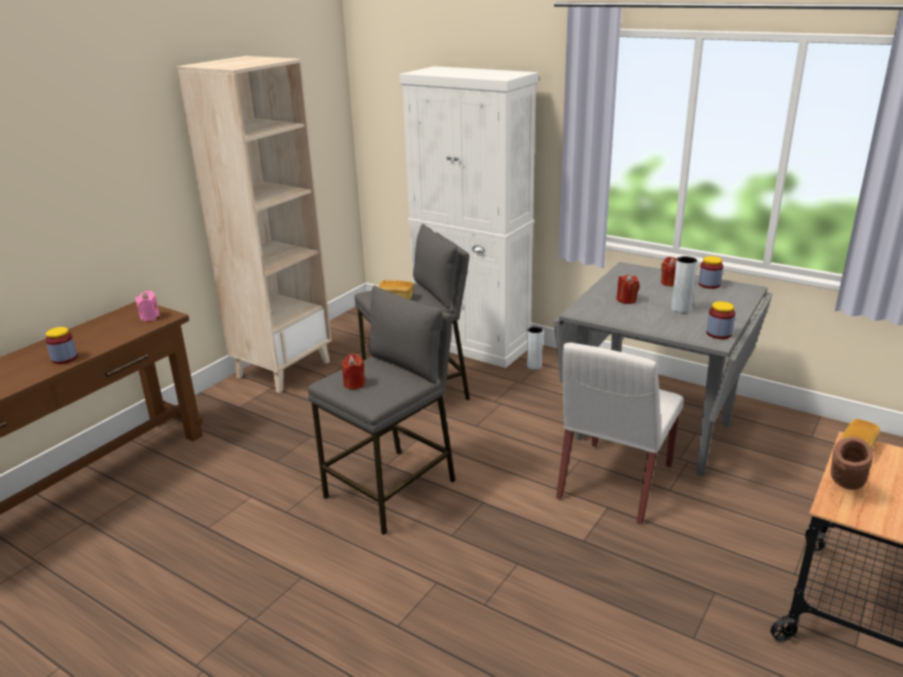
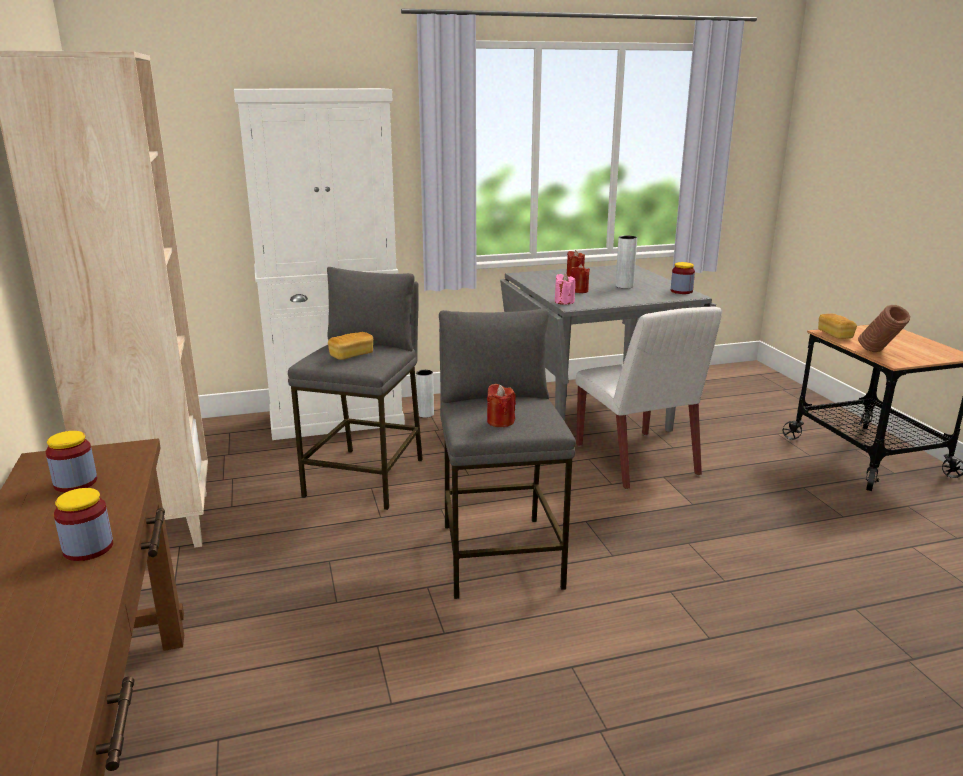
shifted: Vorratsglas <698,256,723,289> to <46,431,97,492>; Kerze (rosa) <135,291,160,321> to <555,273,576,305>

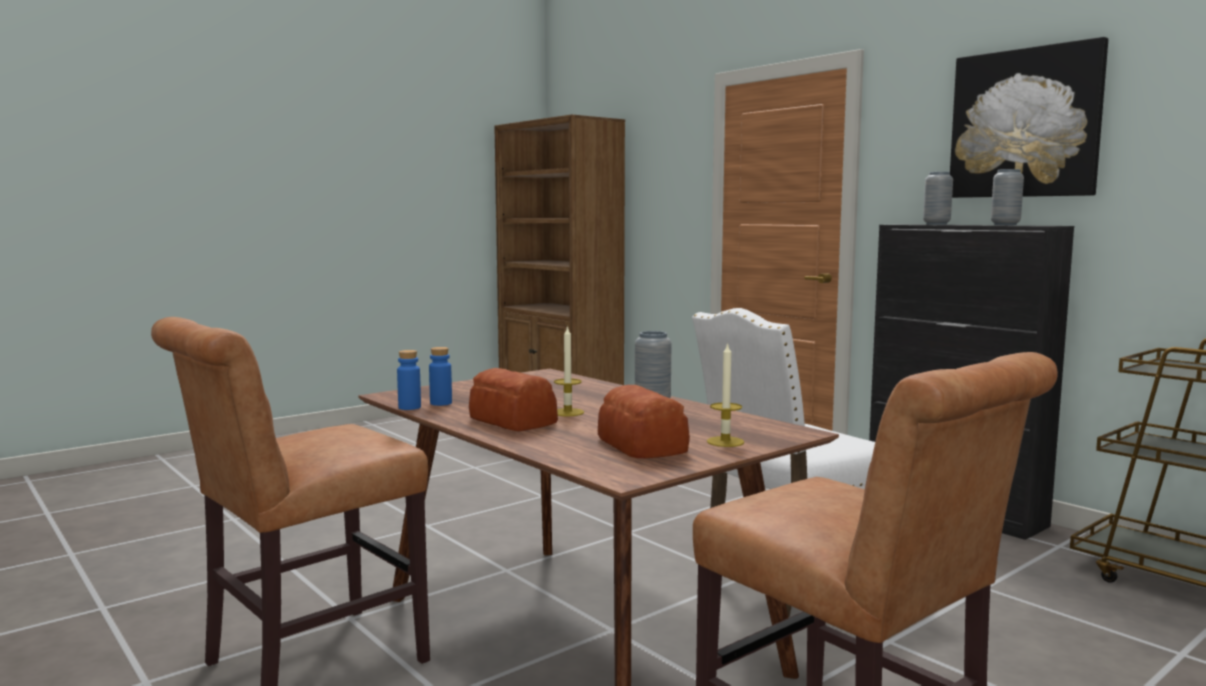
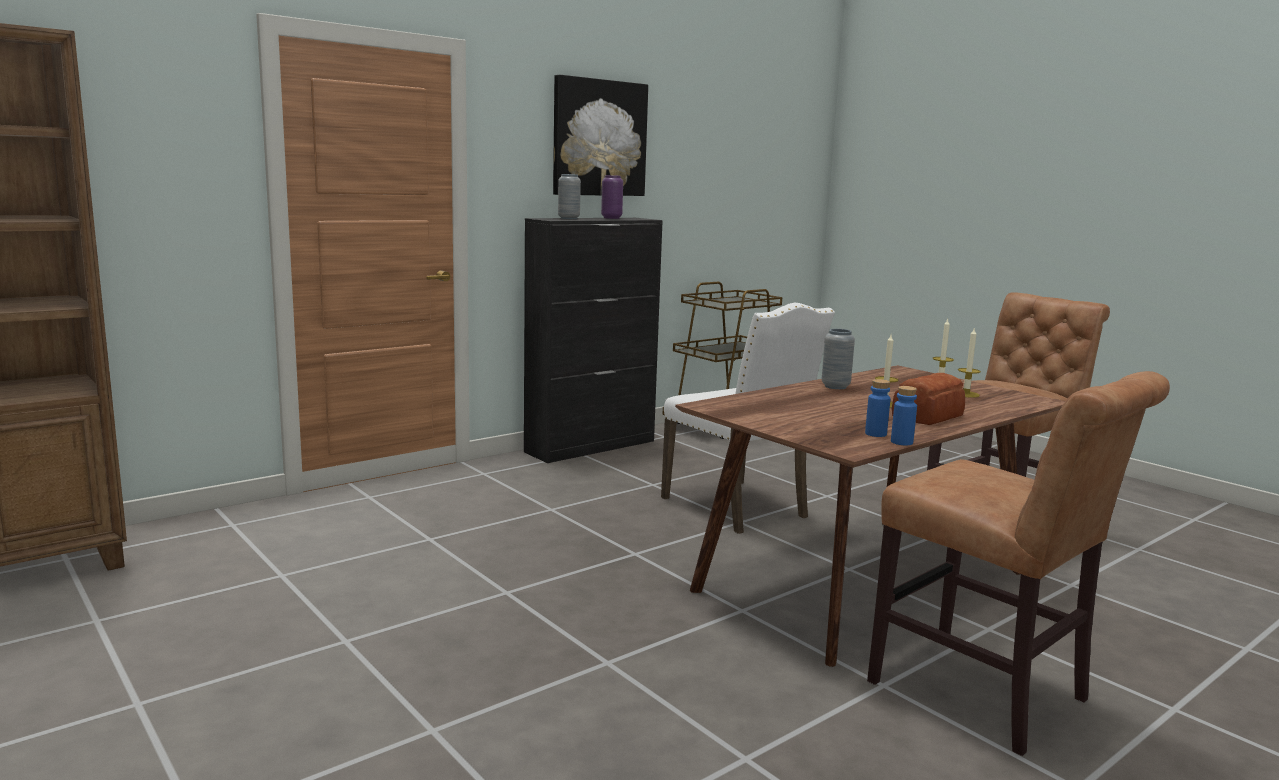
swapped: Brot <598,385,690,458> to Kerze <958,329,981,398>
repainted: Vase (grau) <991,169,1024,225> to Vase (lila) <601,175,623,219>

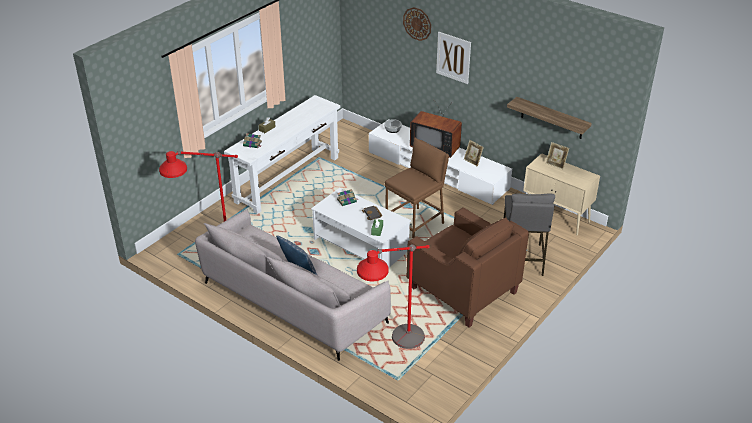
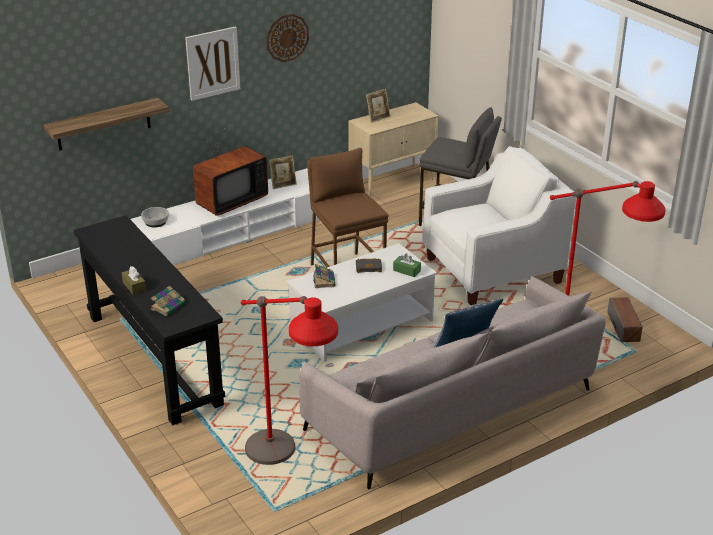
new: Lautsprecher <607,297,643,342>
shifted: Wandregal <507,97,592,139> to <44,98,169,150>; Wanduhr <403,7,431,41> to <266,14,309,62>
repainted: Konsolentisch (weiß) <224,95,340,214> to Konsolentisch (schwarz) <74,215,225,425>; Sessel (braun) <406,207,529,327> to Sessel (weiß) <422,146,577,305>

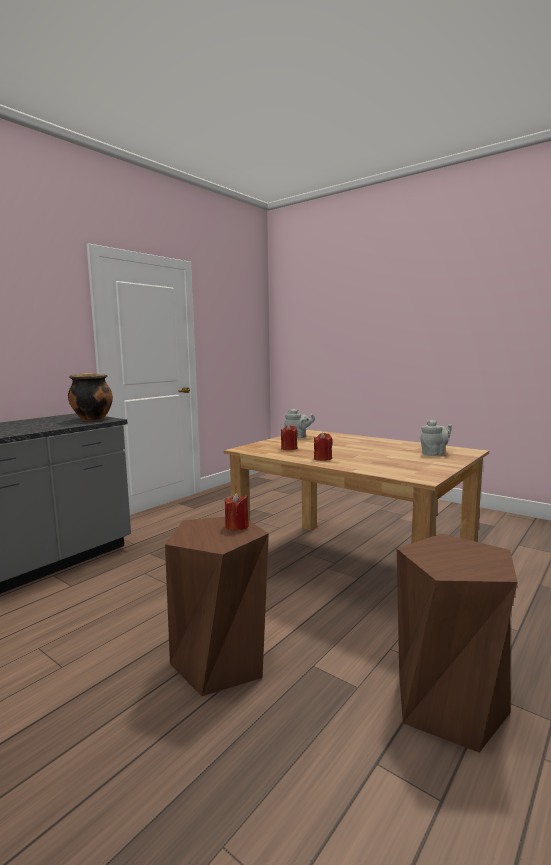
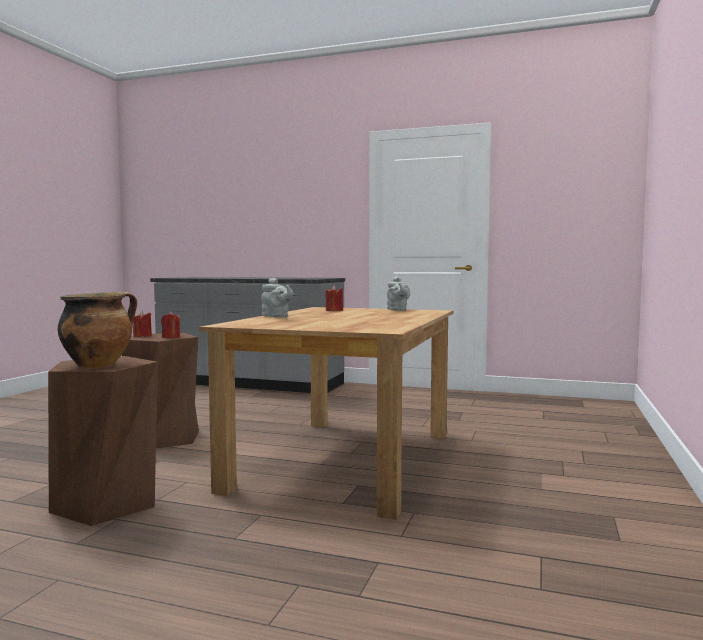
shifted: Kochtopf <68,373,113,421> to <58,291,137,368>; Kerze (rot) <314,432,333,461> to <133,311,152,337>; Teekanne (grau) <420,420,452,456> to <261,278,293,317>

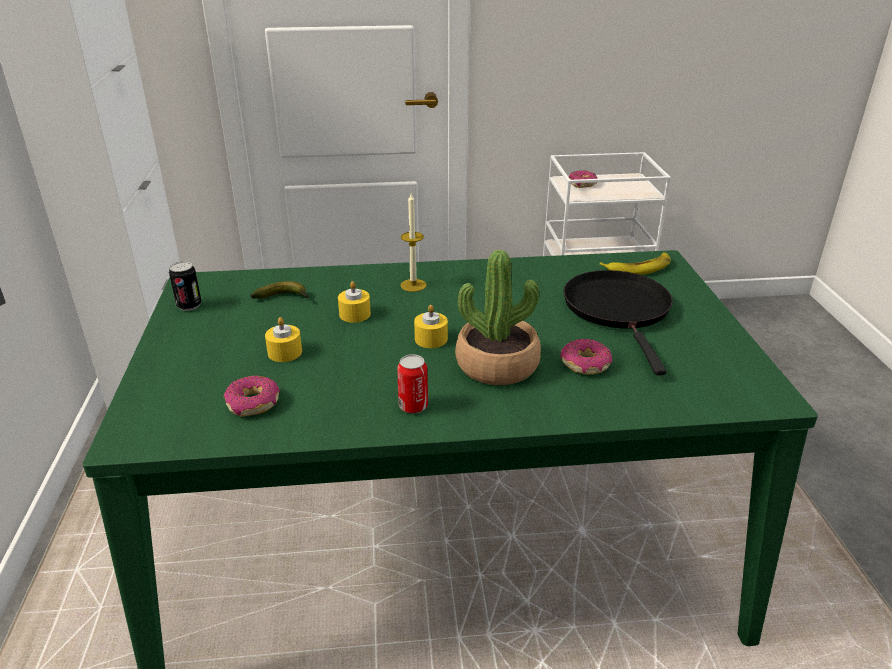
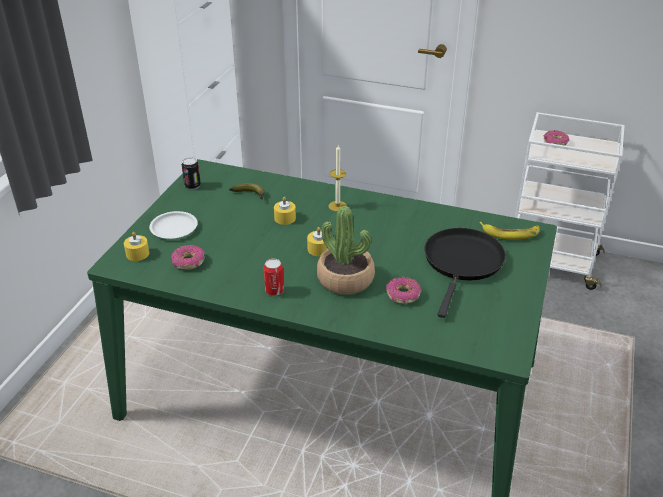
new: Teller (weiß) <149,211,198,239>
shifted: Kerze (gelb) <265,317,302,362> to <124,232,149,261>

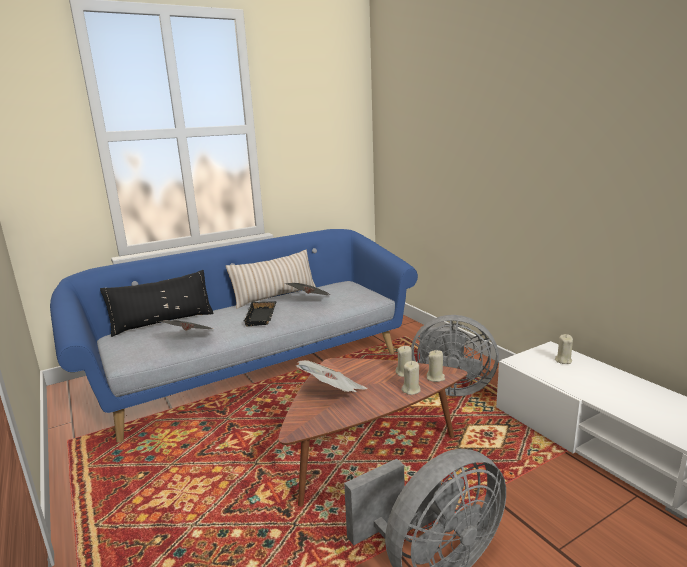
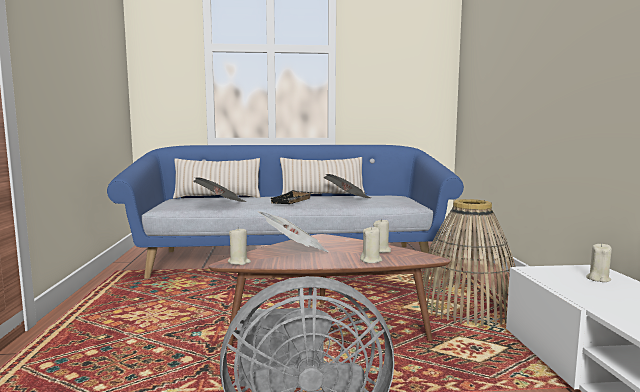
shifted: Kerze (beige) <427,350,445,382> to <228,229,251,265>
swapped: Ventilator (grau) <411,315,499,396> to Korb <417,199,516,326>
repainted: Kissen (schwarz) <100,270,214,337> to Kissen (beige) <173,158,260,199>

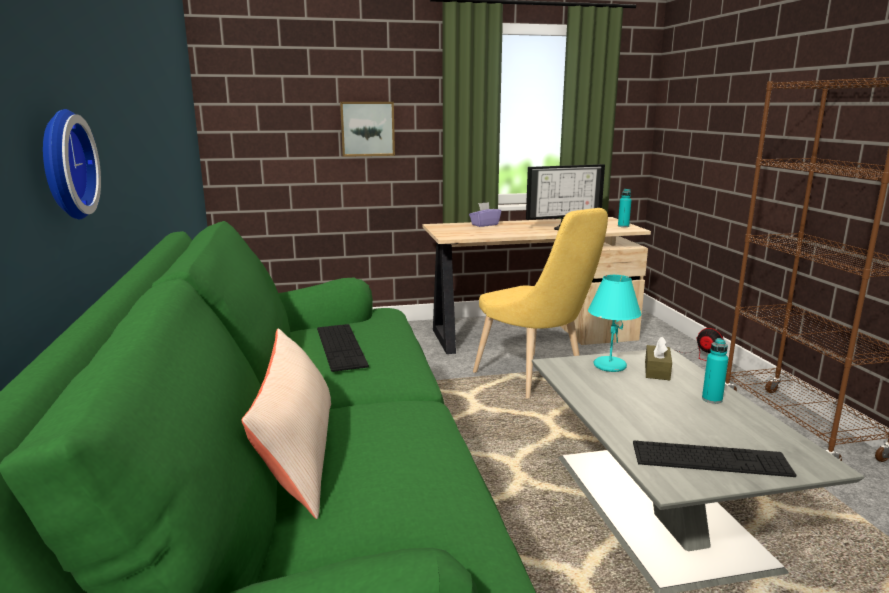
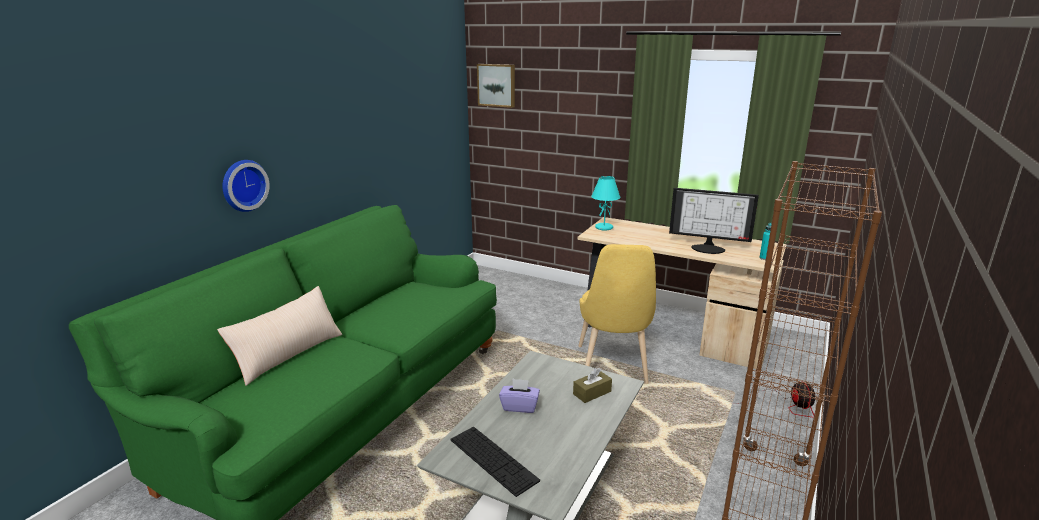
gone: Tastatur <317,324,369,372>; Flasche (türkis) <702,338,728,404>
shifted: Bild <340,102,395,157> to <477,64,515,108>; Taschentuchbox (lila) <469,202,501,227> to <499,379,540,413>; Tischlampe (türkis) <588,275,641,372> to <591,176,620,230>

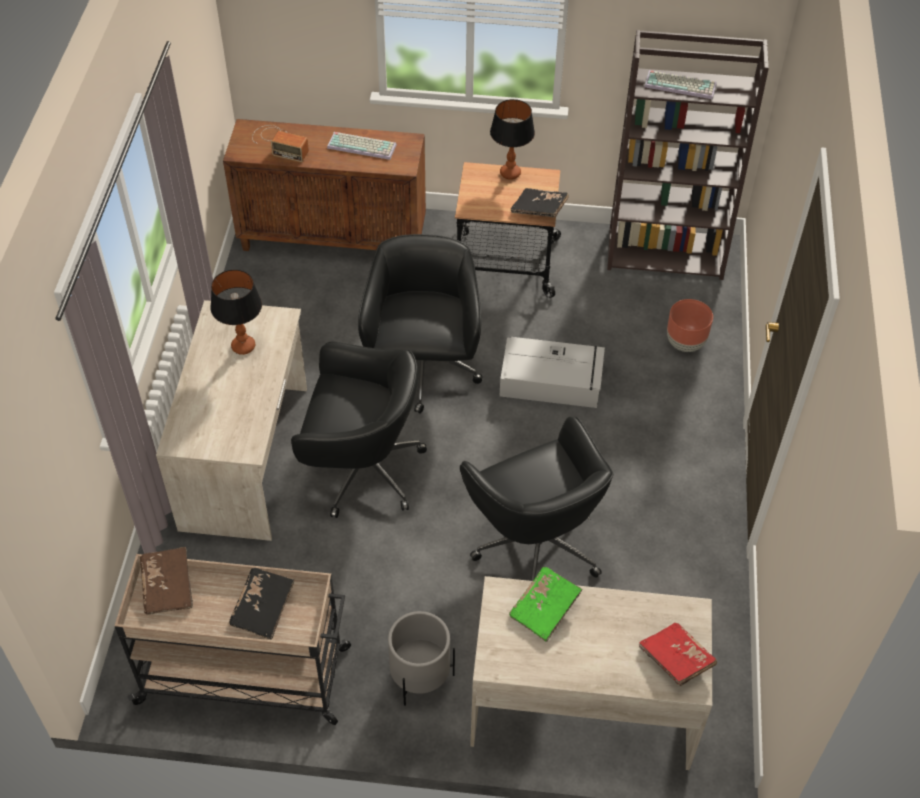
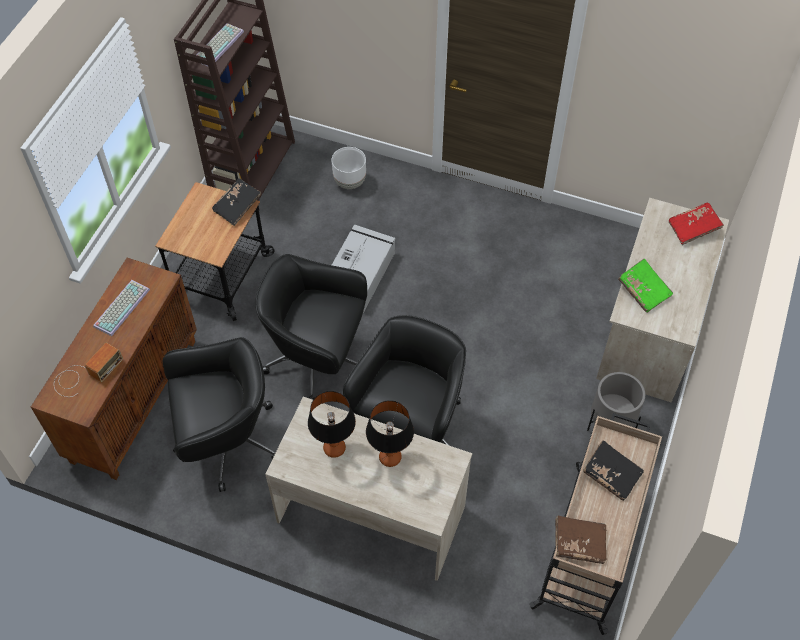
shifted: Bürostuhl (schwarz) <460,417,613,581> to <163,337,275,492>; Tischlampe <490,99,535,180> to <366,400,414,467>
repainted: Pflanzkübel (braun) <667,299,713,352> to Pflanzkübel (weiß) <332,147,366,189>

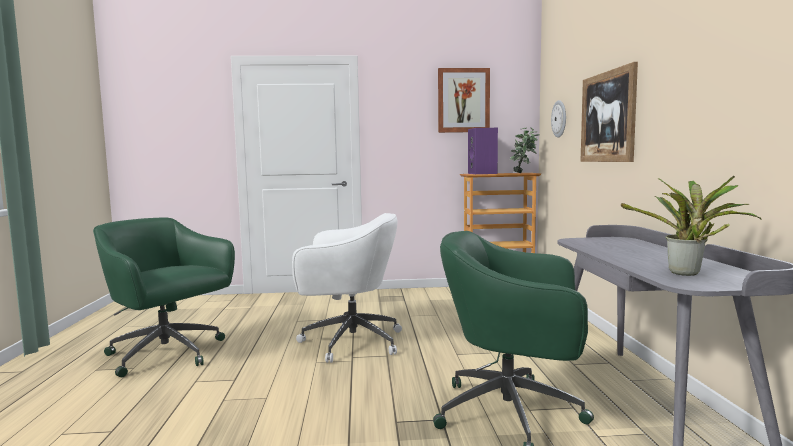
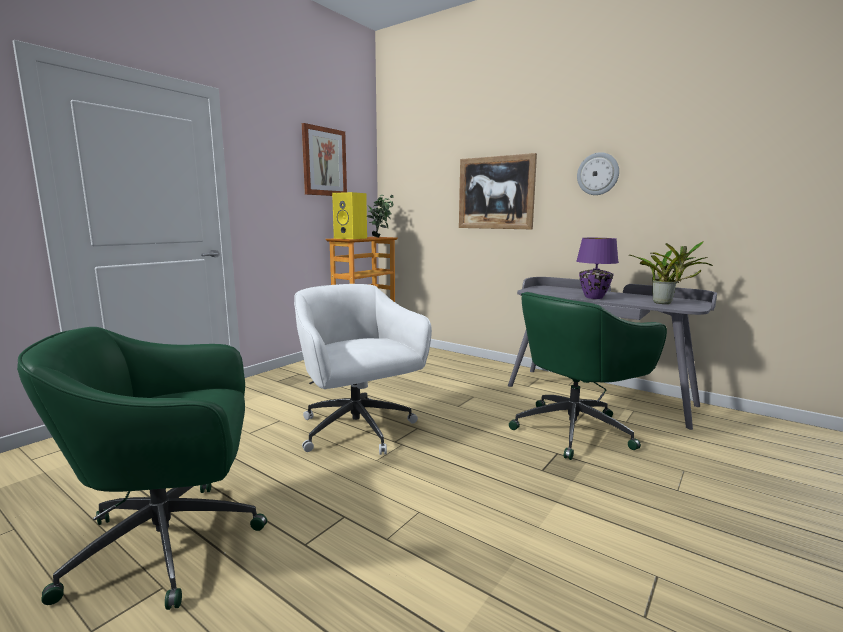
new: Tischlampe (lila) <576,238,619,299>
shifted: Wanduhr <551,100,566,137> to <577,152,619,195>
repainted: Lautsprecher (lila) <468,128,498,174> to Lautsprecher (gelb) <332,192,367,239>
rotated: Bürostuhl (weiß) <292,213,402,363> = <294,284,432,455> 75 degrees counterclockwise

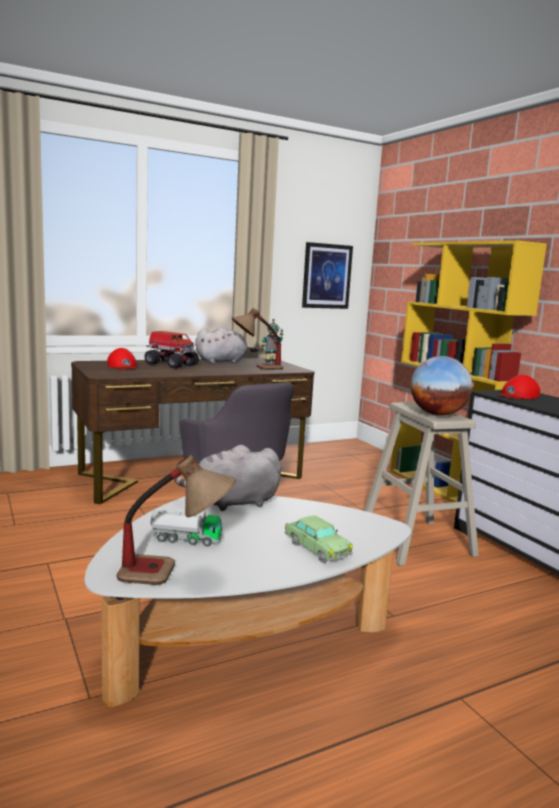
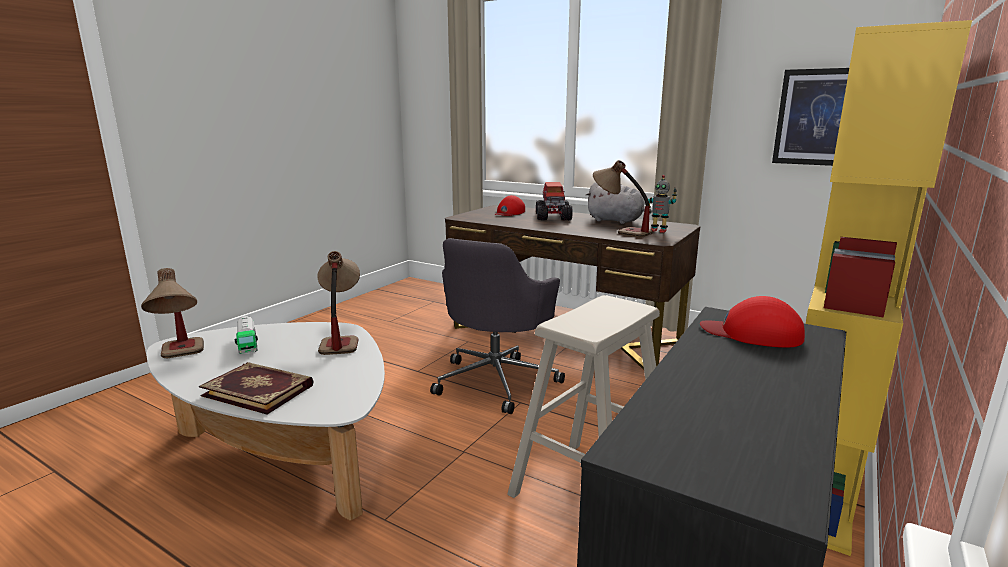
gone: Globus <411,356,472,416>
swapped: Spielzeugauto <285,515,353,563> to Buch <199,362,314,414>; Plüschtier (grau) <174,445,281,511> to Tischlampe <317,251,360,355>

